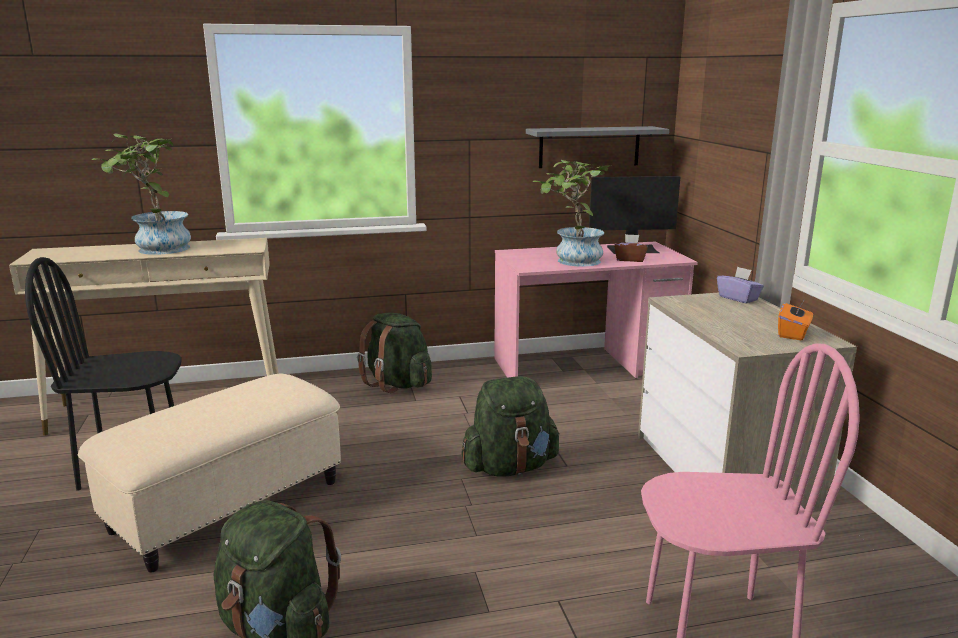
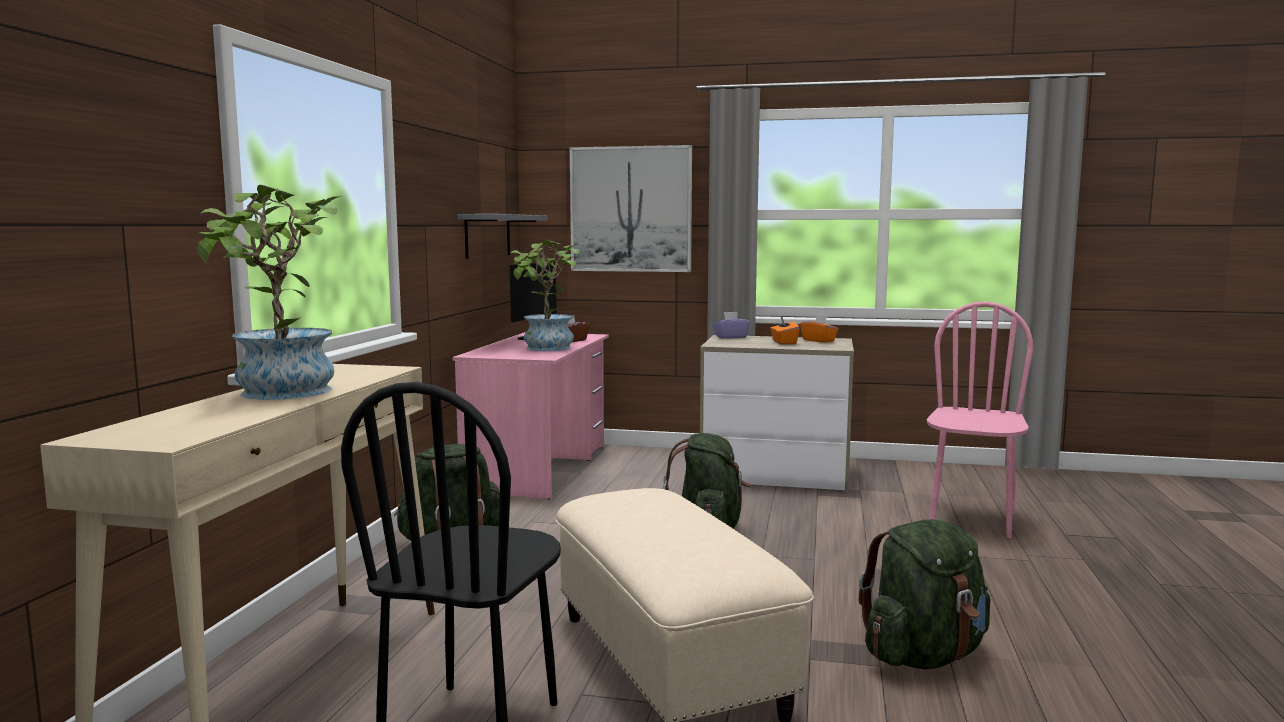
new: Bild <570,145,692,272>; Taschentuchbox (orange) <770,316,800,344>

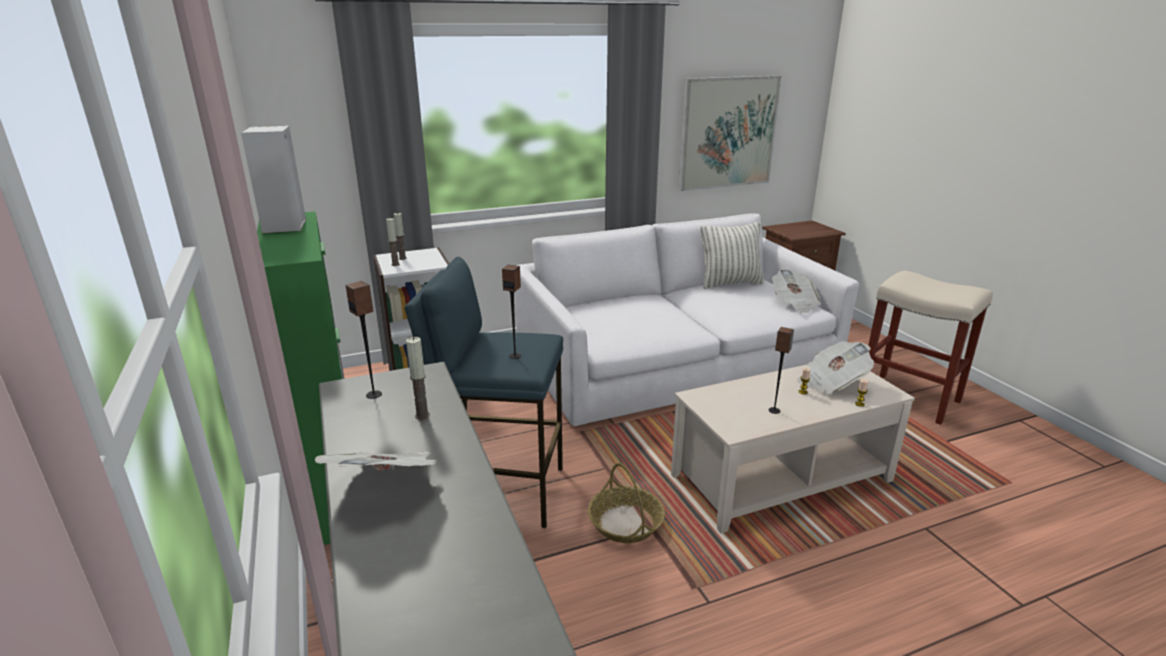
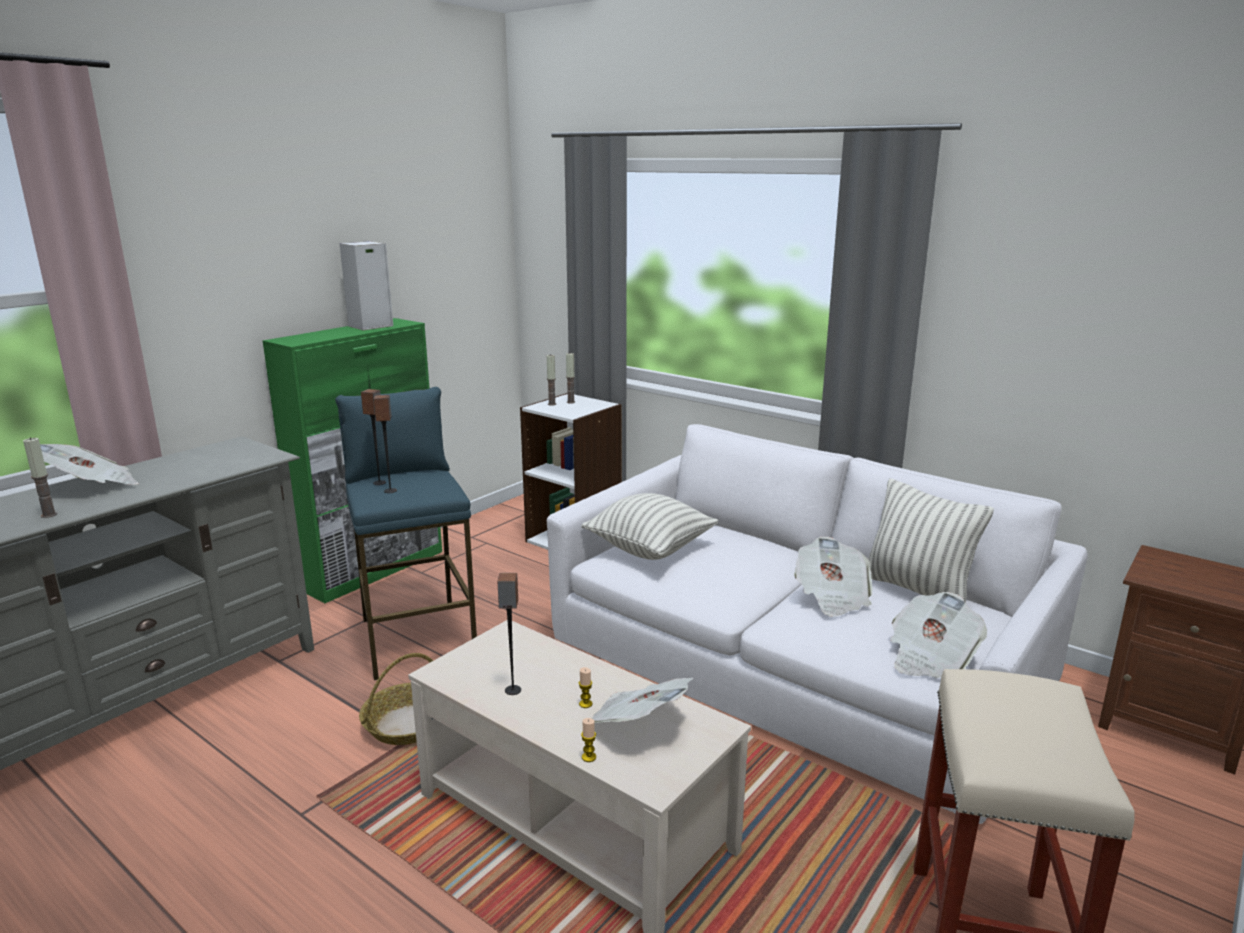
gone: Bild <678,75,781,191>
new: Kissen <581,493,718,560>; Zeitung <794,537,872,617>
shifted: Kerze <406,337,430,420> to <23,437,57,518>; Lautsprecher <345,281,382,399> to <361,389,386,485>

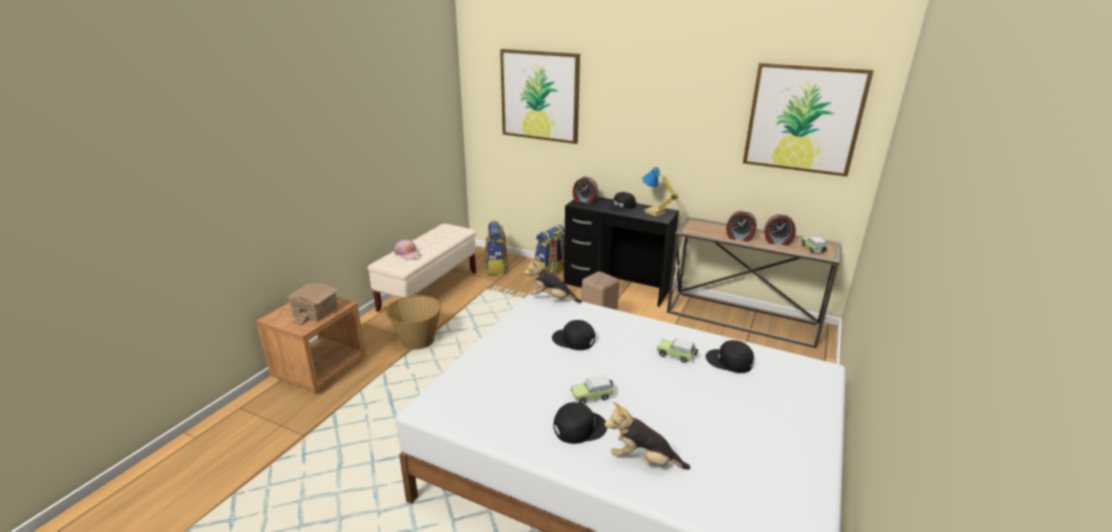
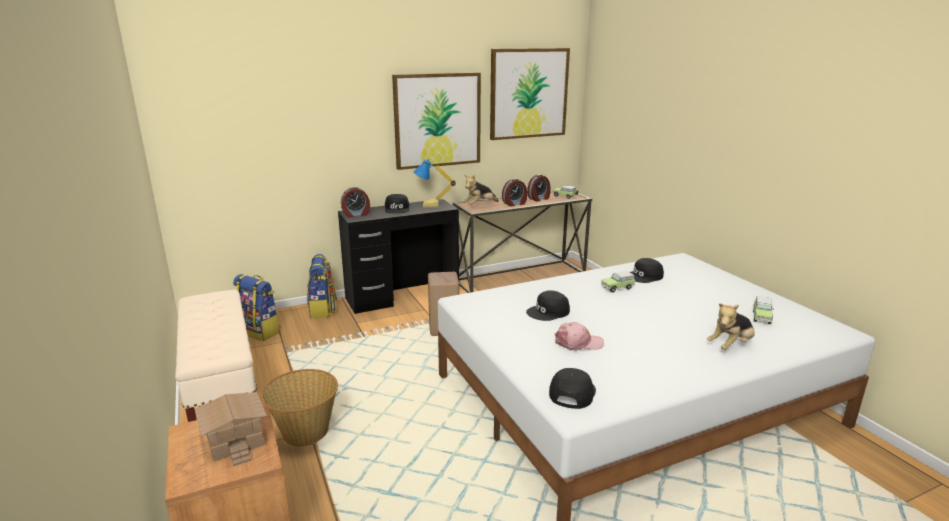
shifted: Bild <500,49,580,144> to <392,72,481,170>; Plüschtier <524,258,582,303> to <464,175,498,205>; Kappe (schwarz) <554,402,607,444> to <549,368,596,409>; Kappe (rosa) <394,240,422,260> to <555,322,604,351>; Spielzeugauto <571,375,614,404> to <753,296,774,324>

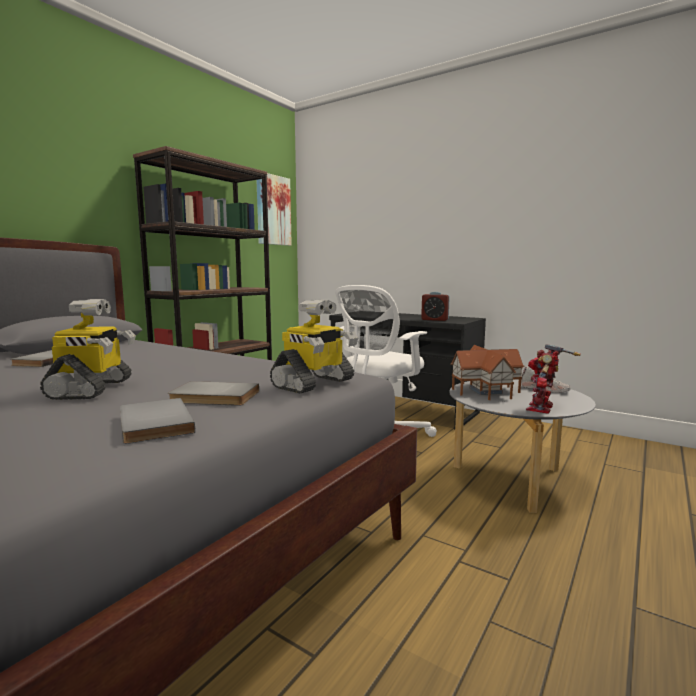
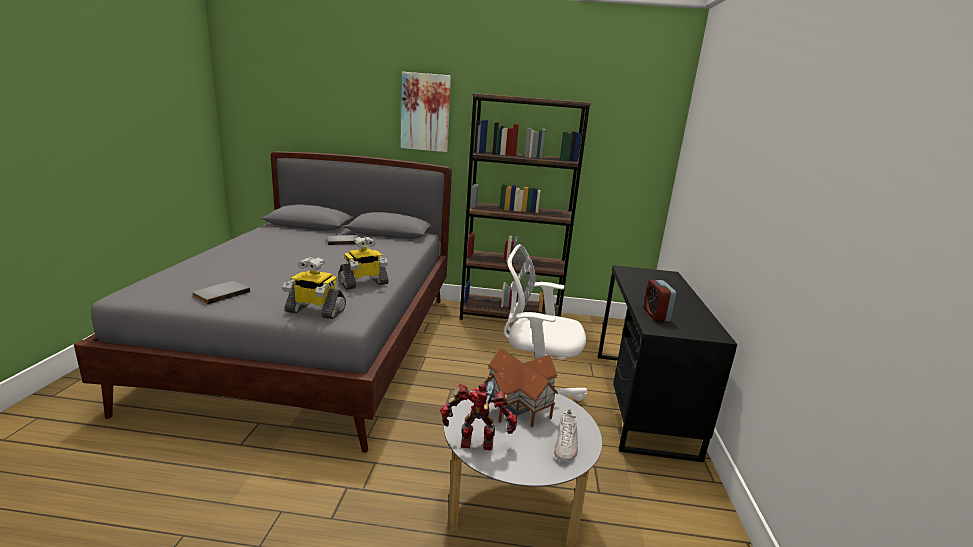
gone: Buch (grau) <168,381,259,406>
shifted: Spielzeugroboter <40,299,136,400> to <338,236,389,290>; Bild <257,173,292,246> to <401,72,451,152>

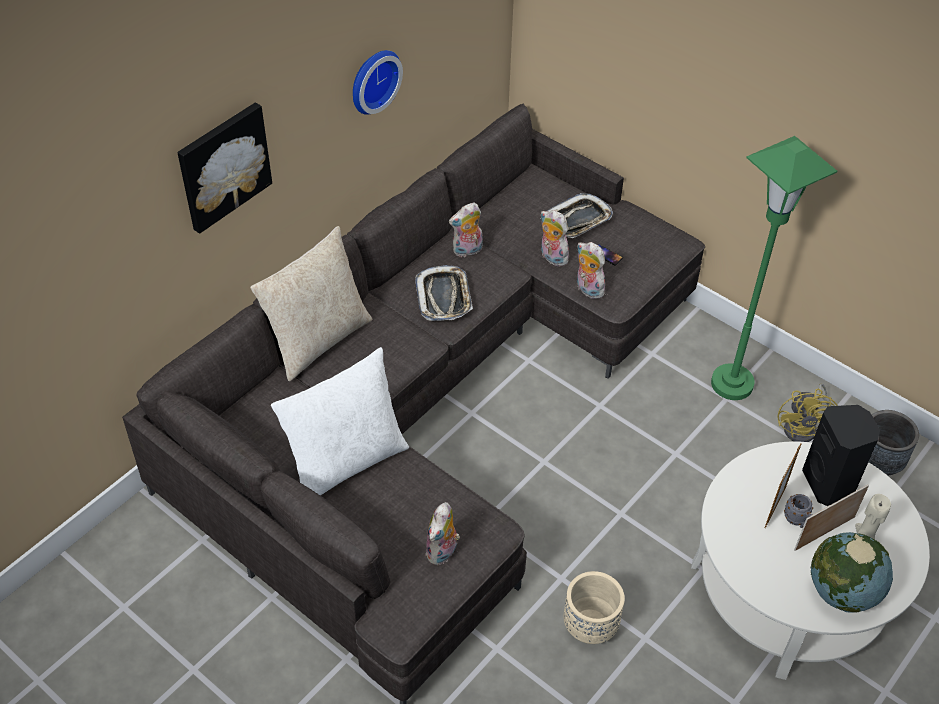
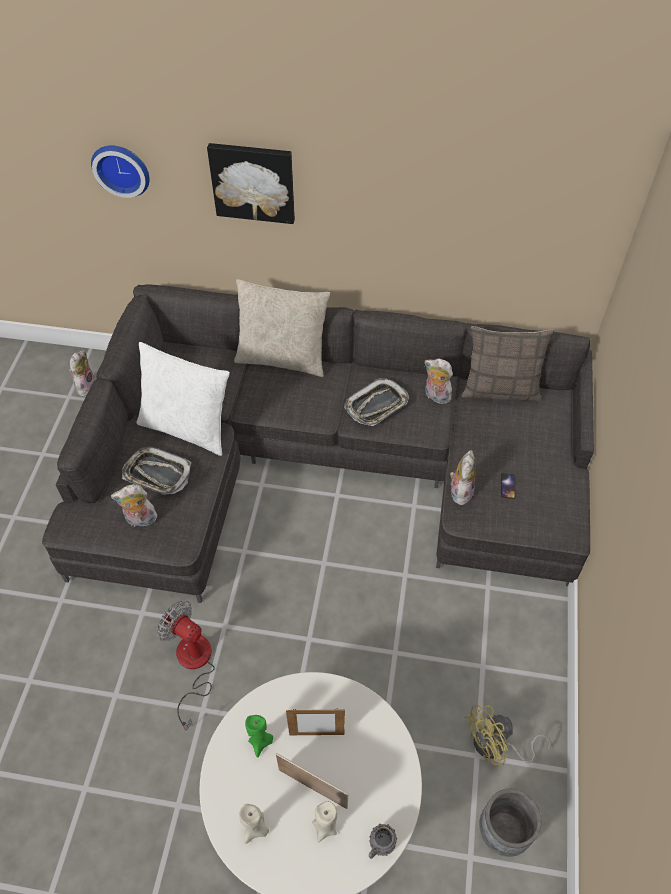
gone: Stehlampe (grün) <711,136,838,400>; Lautsprecher (schwarz) <802,405,880,506>
new: Kerze (grün) <245,715,273,758>; Kissen <462,326,554,401>
shifted: Plüschtier <541,210,569,267> to <69,350,95,397>; Wanduhr <353,50,403,115> to <91,145,150,198>; Tablett <547,193,613,238> to <122,446,191,495>; Henkelbecher (grau) <784,494,813,528> to <369,824,397,859>
swapped: Pflanzkübel (beige) <564,571,625,644> to Ventilator <157,600,215,731>; Globus <811,532,893,613> to Kerze (beige) <239,804,269,844>

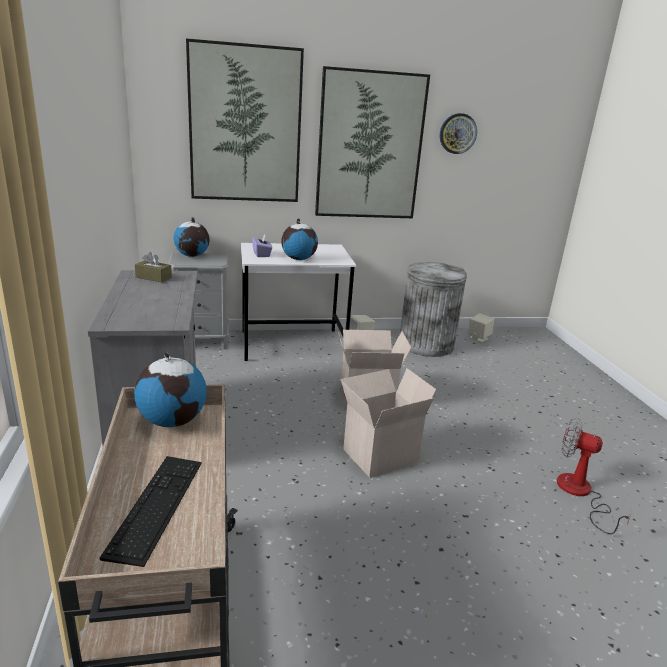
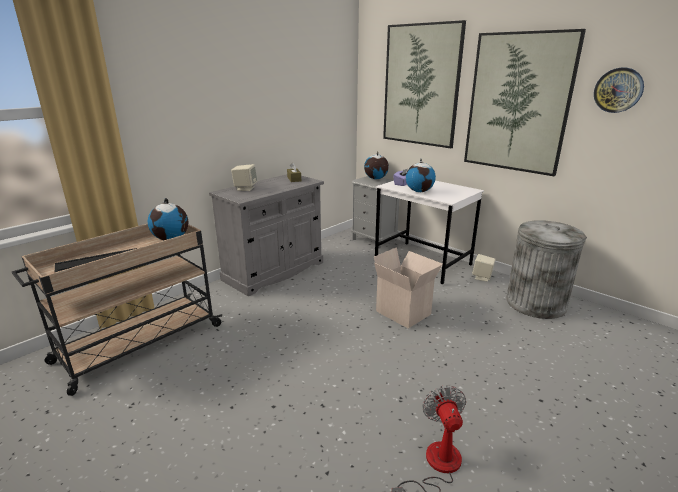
gone: Karton <341,368,436,478>
shifted: Lautsprecher (beige) <468,313,495,342> to <231,164,257,191>

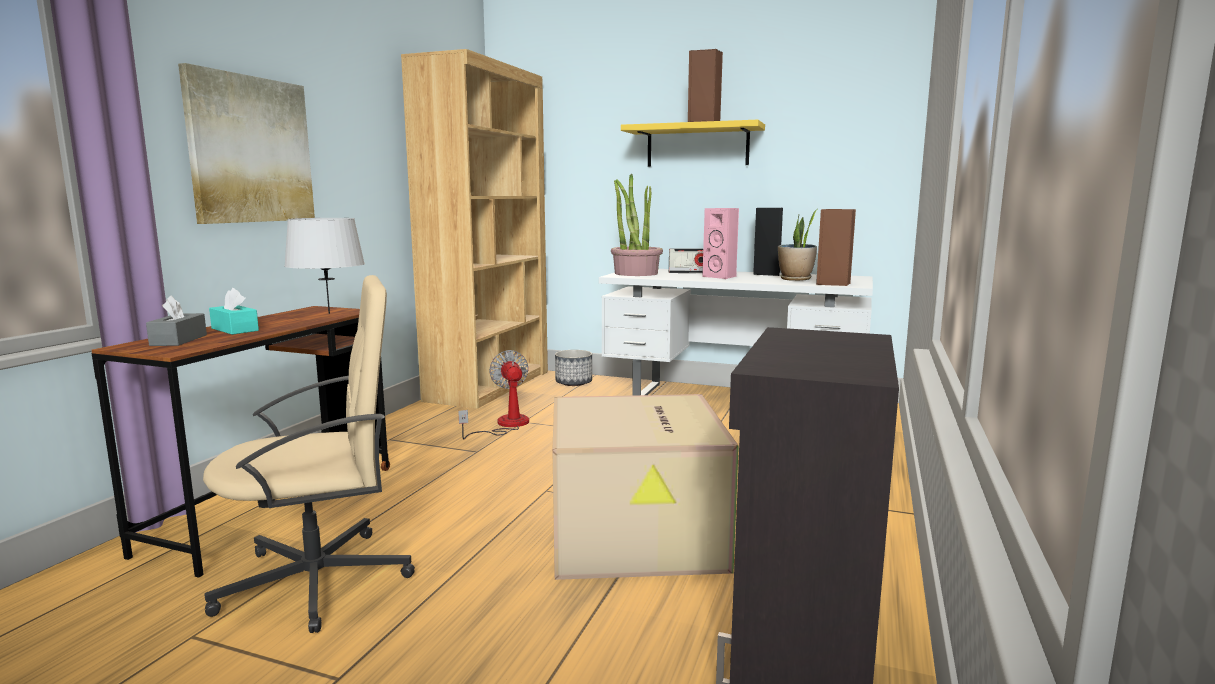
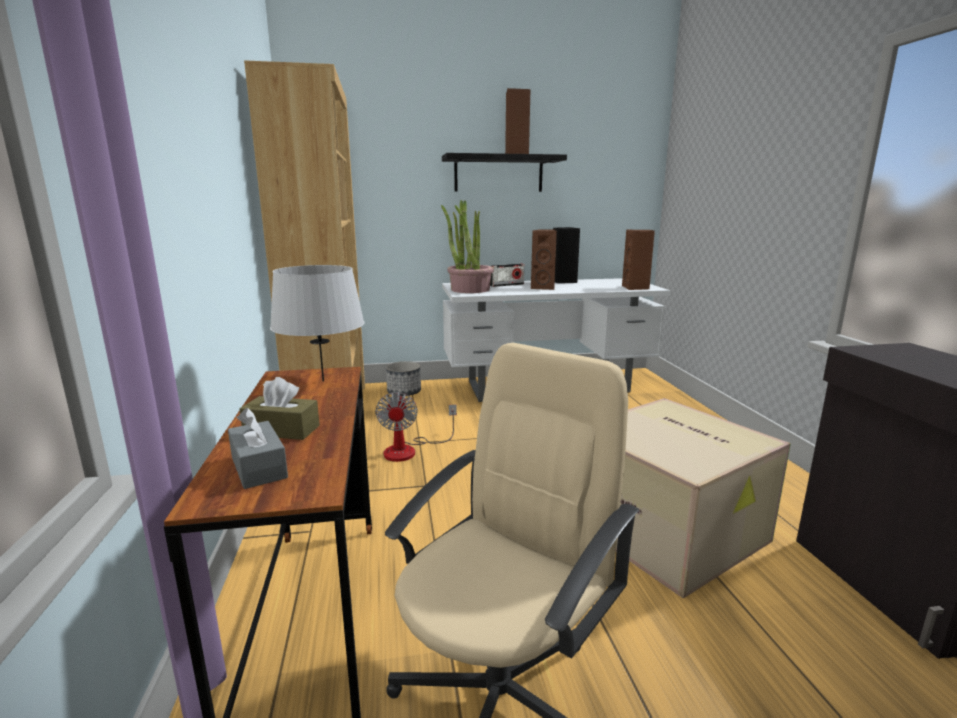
gone: Bild <178,63,315,224>; Topfpflanze <778,209,817,281>
repainted: Taschentuchbox (türkis) <209,288,259,335> to Taschentuchbox (braun) <239,377,320,440>; Wandregal (gelb) <621,120,765,167> to Wandregal (schwarz) <442,153,567,192>; Lautsprecher (rosa) <702,208,739,279> to Lautsprecher (braun) <531,229,557,290>
rotated: Ventilator <458,350,529,439> = <375,392,457,462> 135 degrees counterclockwise

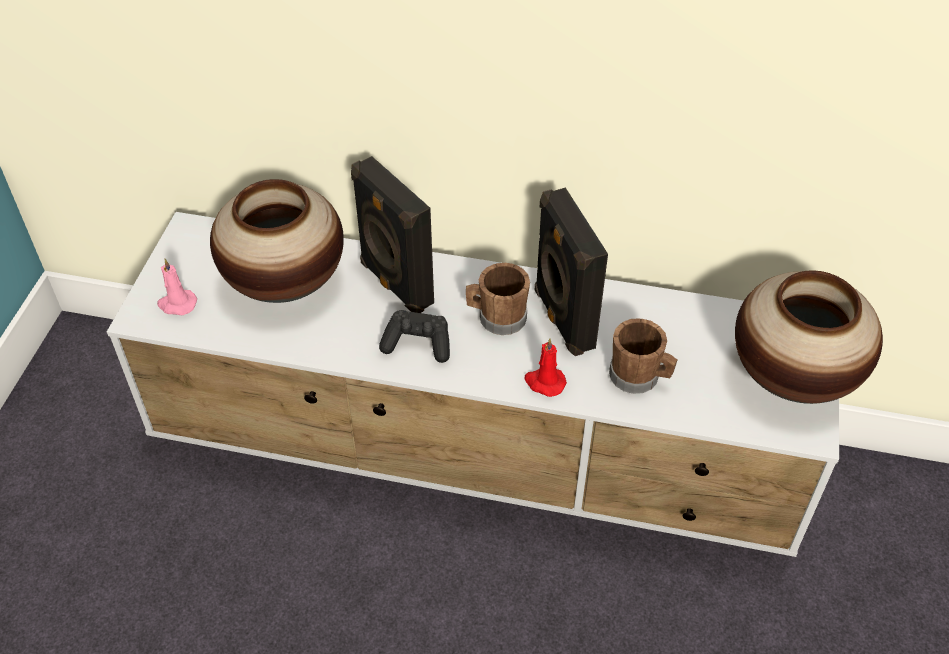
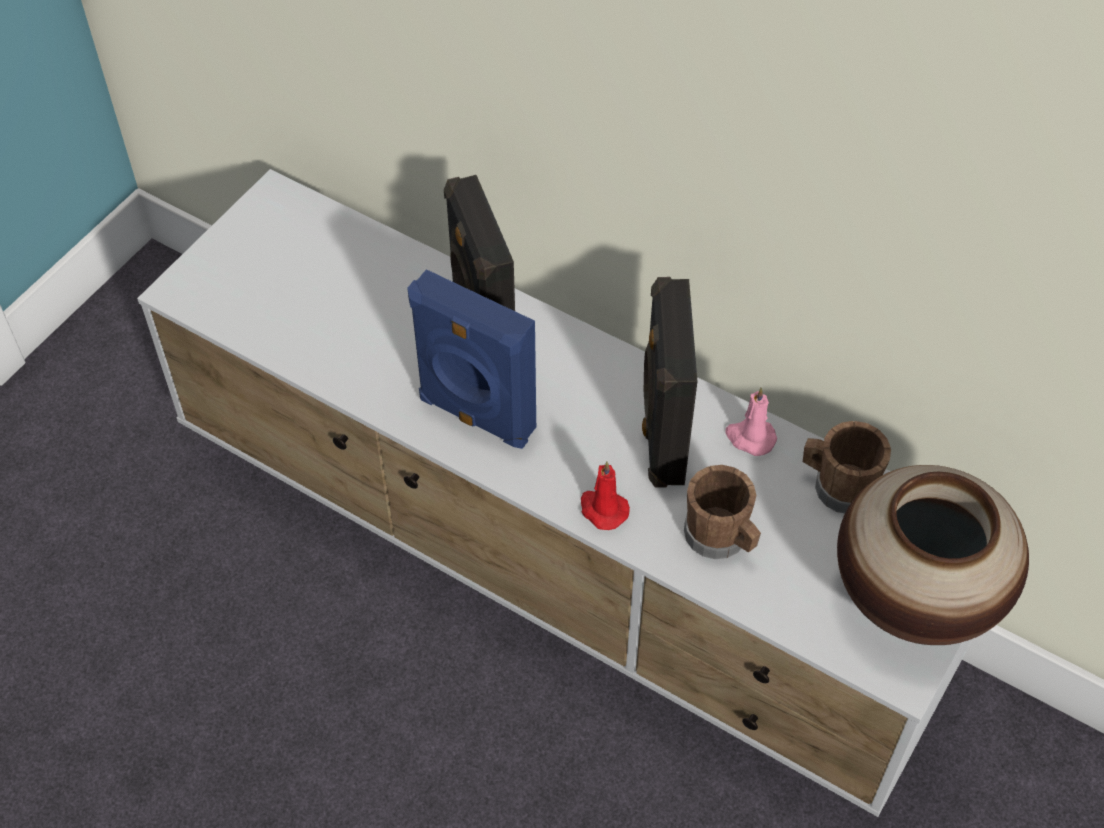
gone: Vase <210,179,344,303>
shifted: Kerze (rosa) <157,259,197,315> to <725,387,777,456>; Henkelbecher (braun) <466,263,530,335> to <803,421,891,513>
swapped: Gamepad (schwarz) <379,310,450,363> to Lautsprecher (blau) <407,269,536,449>

